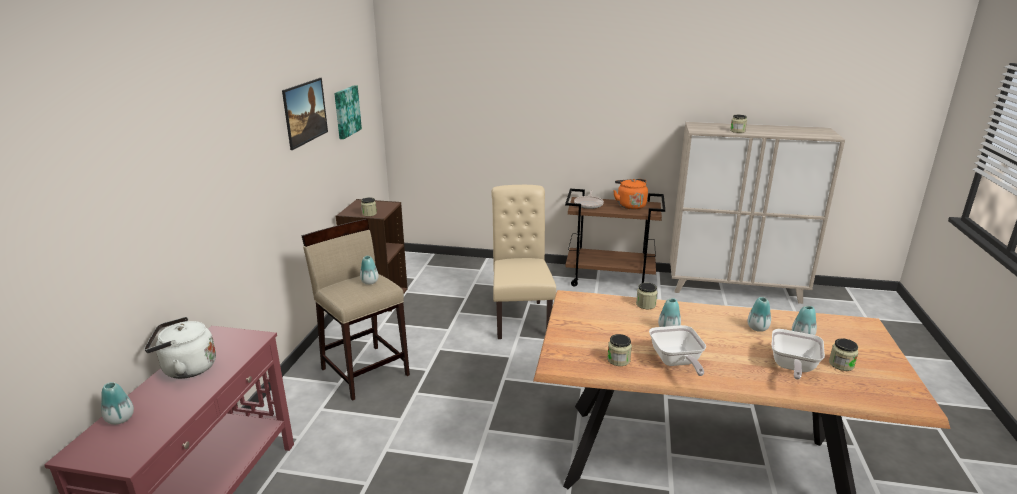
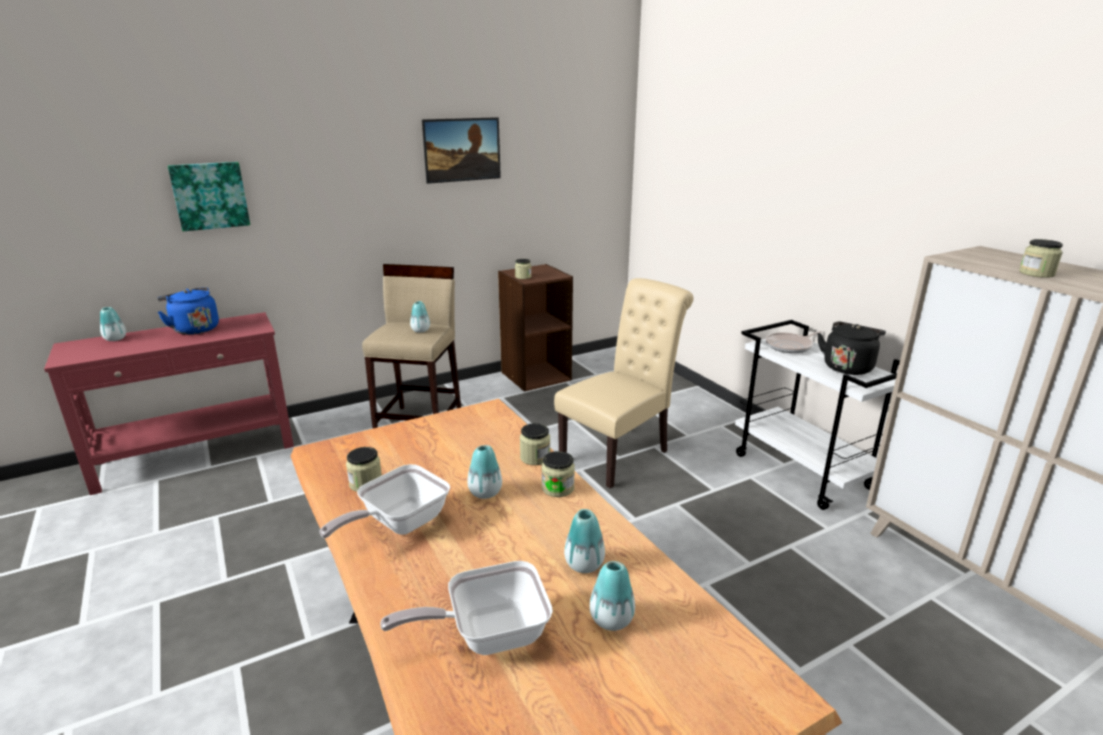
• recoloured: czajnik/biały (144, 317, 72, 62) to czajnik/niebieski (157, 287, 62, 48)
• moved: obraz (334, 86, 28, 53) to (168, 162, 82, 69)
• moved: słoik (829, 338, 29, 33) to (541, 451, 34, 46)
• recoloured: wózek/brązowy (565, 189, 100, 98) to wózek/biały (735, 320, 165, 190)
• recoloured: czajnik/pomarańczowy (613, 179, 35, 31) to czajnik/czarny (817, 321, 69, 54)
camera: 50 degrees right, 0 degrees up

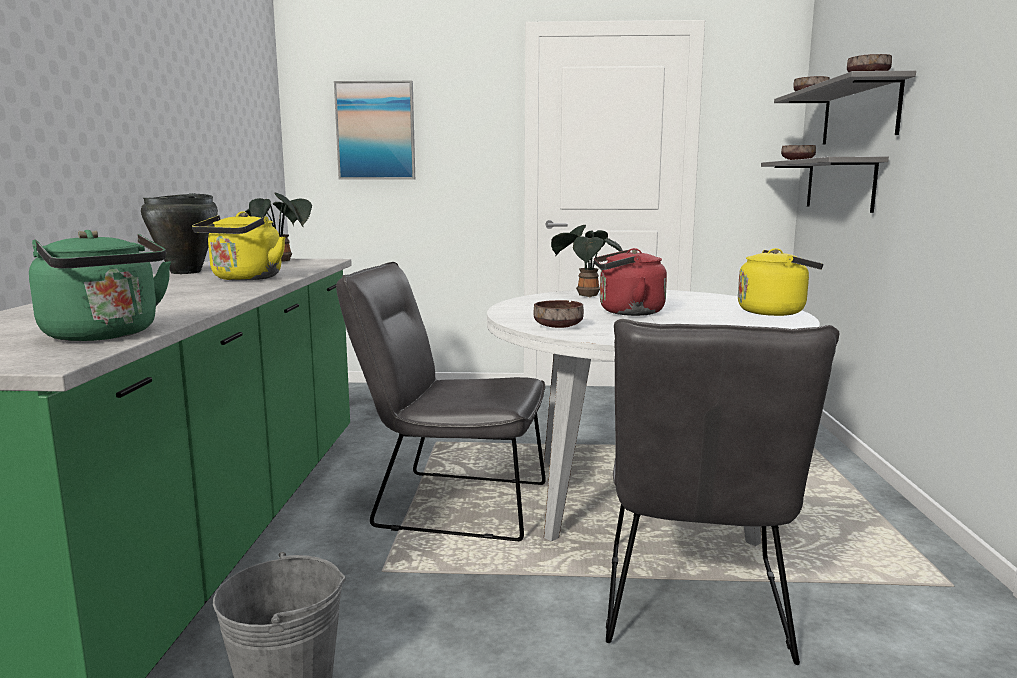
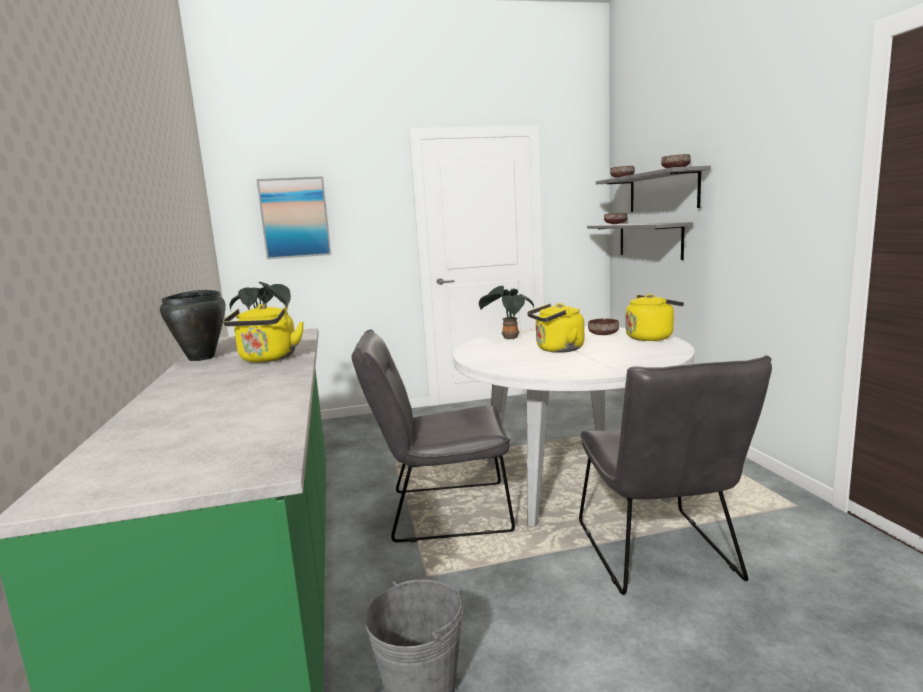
• recoloured: czajnik/czerwony (594, 248, 73, 68) to czajnik/żółty (527, 303, 57, 50)
• moved: miska/brązowy (534, 300, 50, 28) to (588, 319, 31, 16)
• removed: czajnik/zielony (29, 230, 142, 111)
camera: 15 degrees left, 0 degrees up

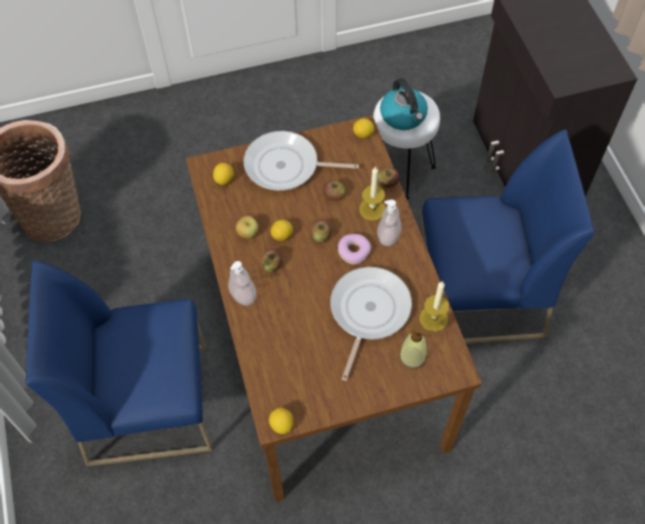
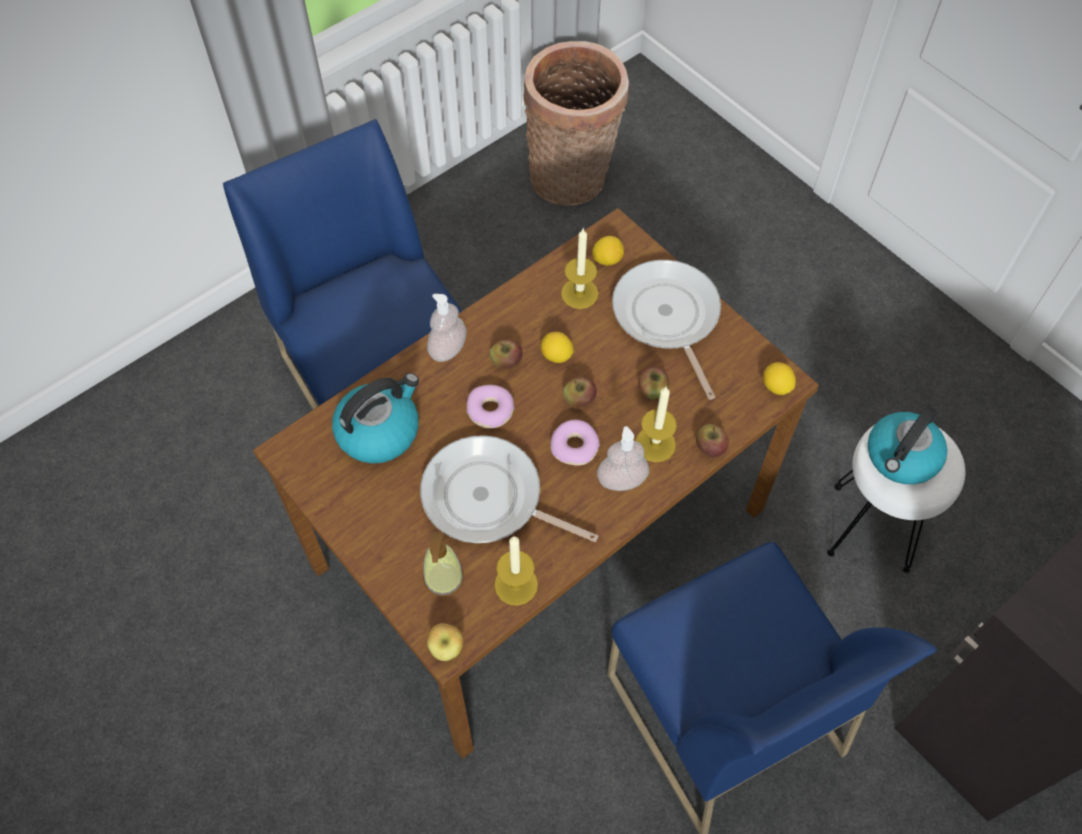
• added: czajnik (332, 373, 87, 90)
• turned: patelnia (330, 267, 82, 114) = (420, 435, 178, 108) 150 degrees counterclockwise
• moved: jabłko (236, 216, 22, 22) to (427, 623, 37, 38)
• added: donut (467, 385, 48, 44)
• added: świeca (561, 229, 38, 80)
• removed: cytryna (269, 408, 24, 26)
camera: 65 degrees right, 0 degrees up

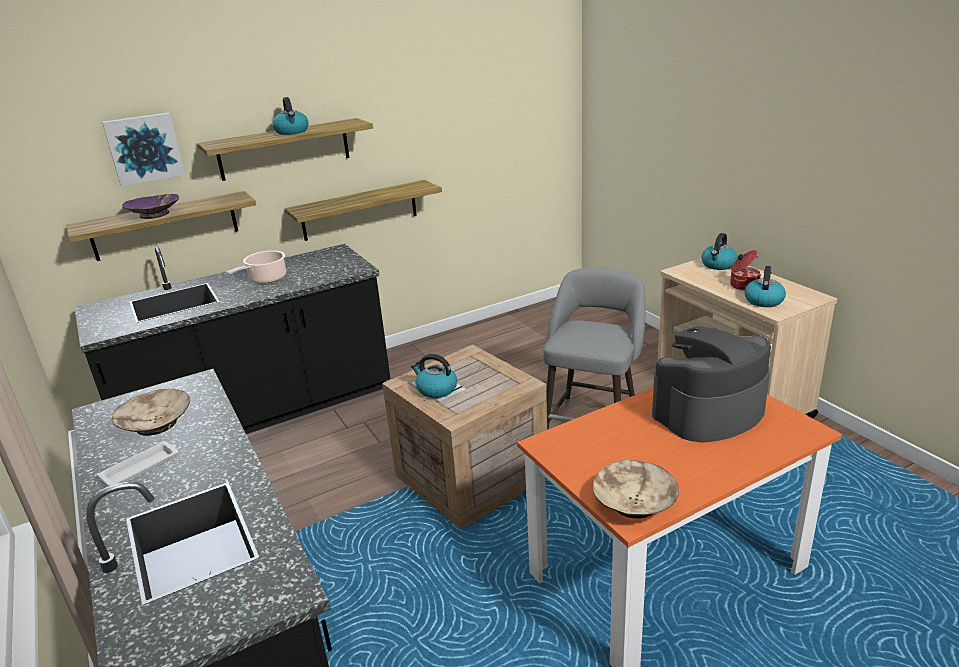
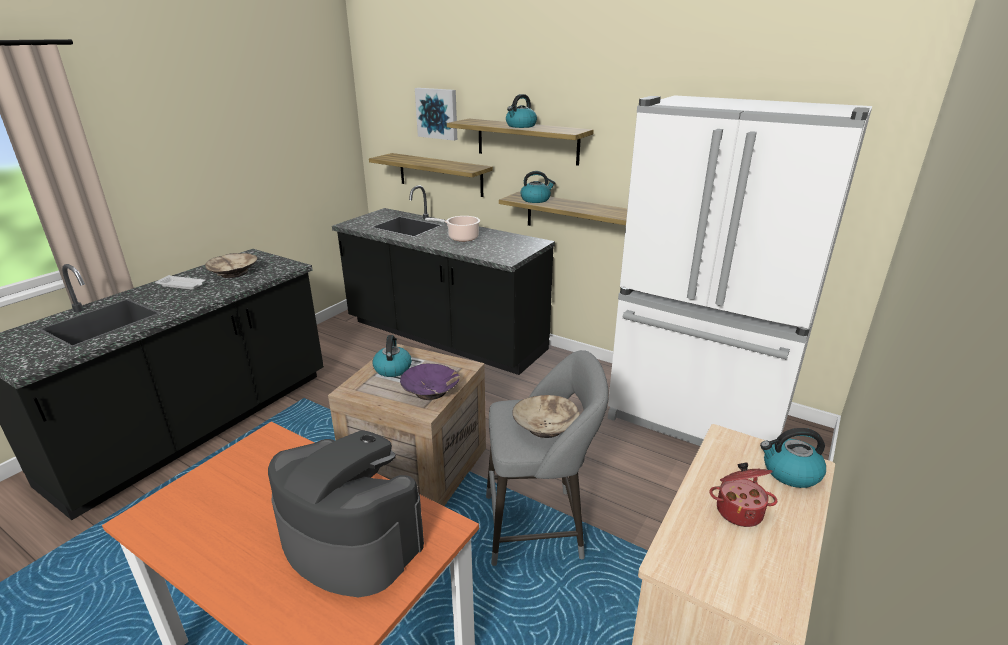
• moved: miska/fioletowy (122, 194, 57, 25) to (400, 363, 60, 37)
• moved: miska/beżowy (593, 460, 86, 59) to (513, 395, 67, 43)
• moved: czajnik (744, 266, 42, 41) to (521, 171, 34, 32)
• added: lodówka/biały (607, 95, 265, 351)
camera: 60 degrees right, 0 degrees up

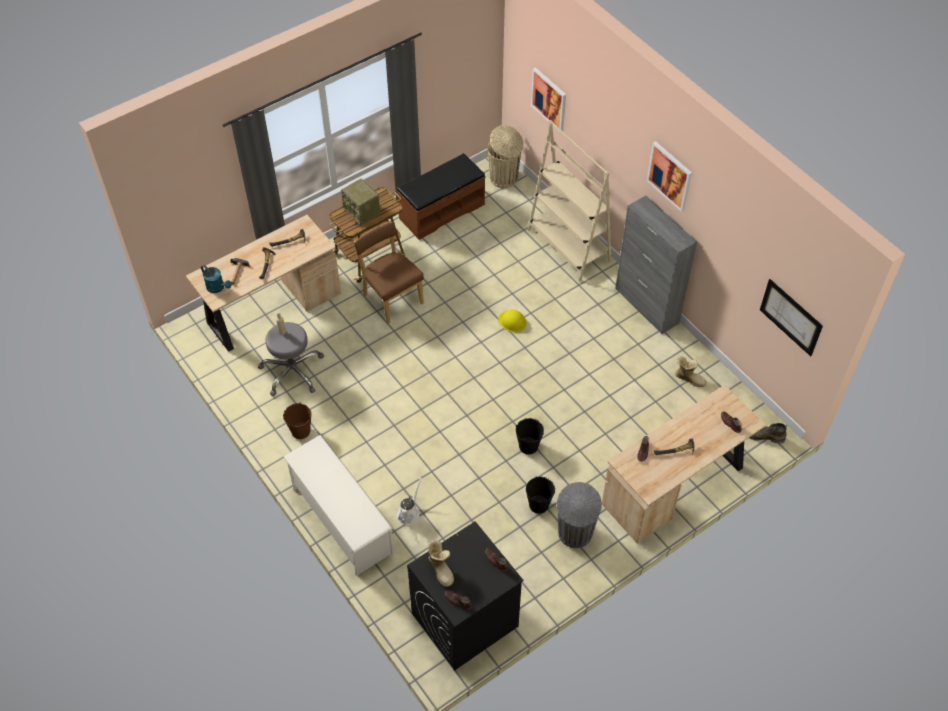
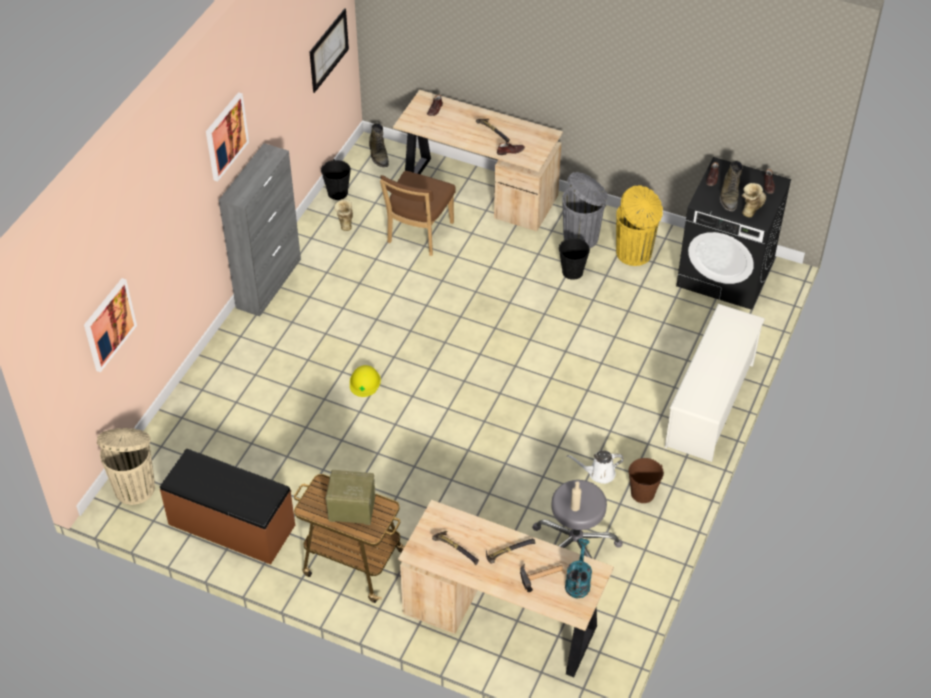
• moved: wiadro/czarny (516, 418, 28, 36) to (321, 159, 30, 41)
• turned: radio (341, 178, 39, 48) = (326, 470, 50, 55) 105 degrees counterclockwise
• moved: krzesło/brązowy (354, 222, 70, 102) to (380, 171, 76, 85)
• moved: konewka/biały (397, 477, 25, 48) to (567, 450, 56, 34)
• added: kosz na śmieci/żółty (616, 185, 47, 81)
• added: but z cholewką/zielony (720, 160, 23, 51)
• removed: regał/beżowy (528, 120, 84, 162)
camera: 120 degrees left, 5 degrees down

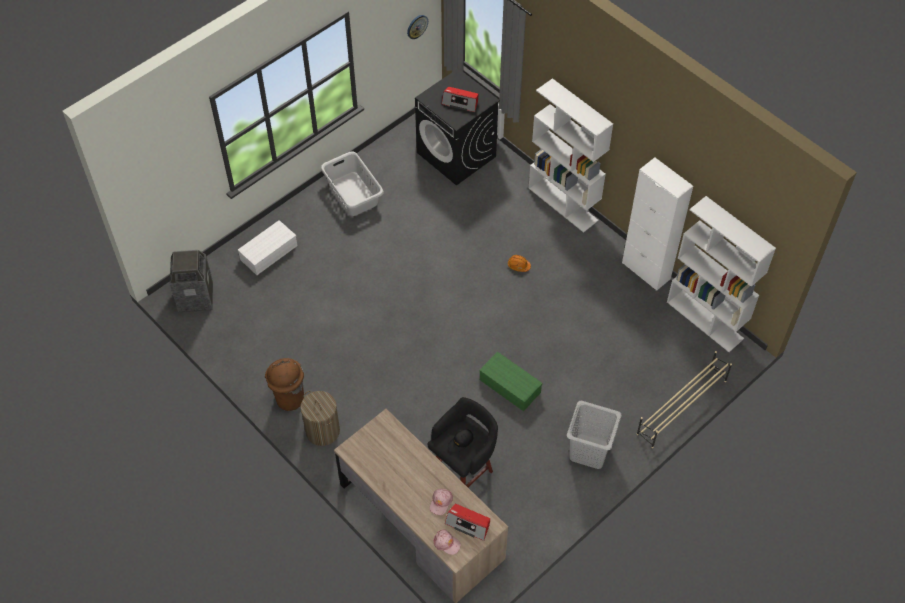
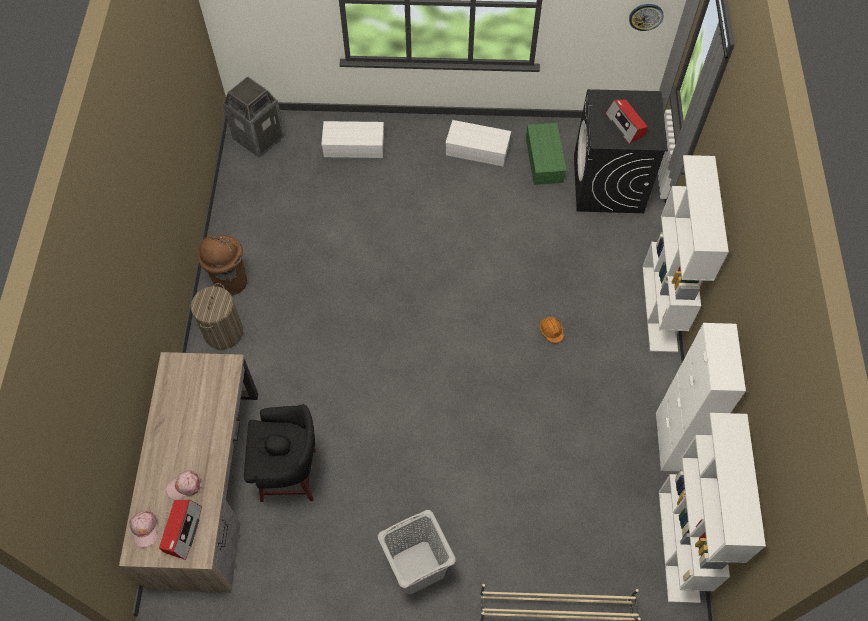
• turned: radio (445, 504, 45, 37) = (159, 499, 43, 61) 150 degrees counterclockwise
• replaced: kosz na pranie/szary (321, 151, 63, 65) to pojemnik do przechowywania/biały (445, 120, 66, 46)
• moved: pojemnik do przechowywania/zielony (479, 351, 64, 60) to (526, 123, 40, 62)
camera: 45 degrees right, 5 degrees up

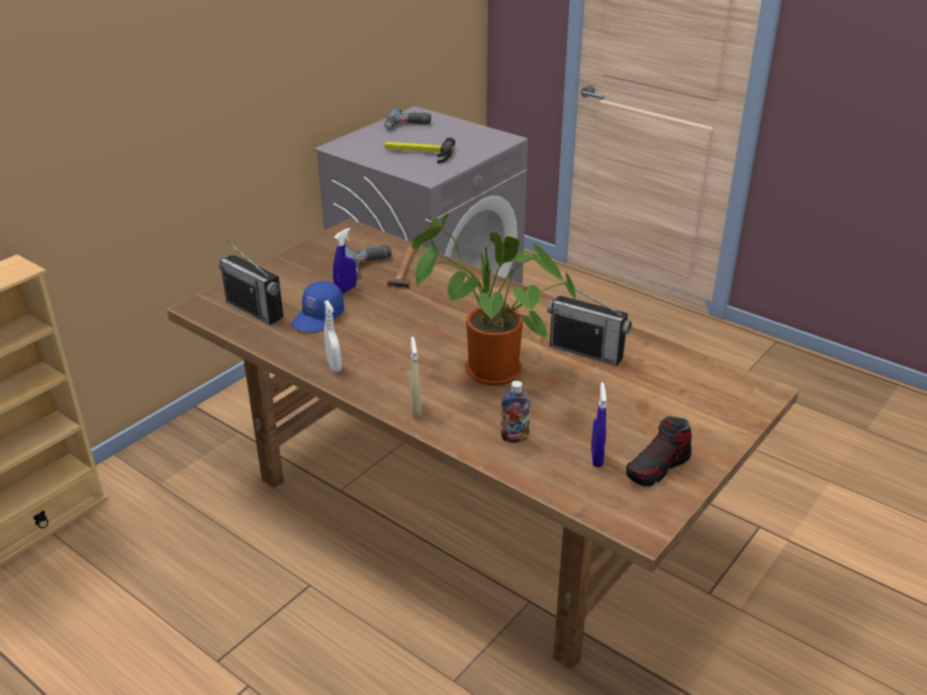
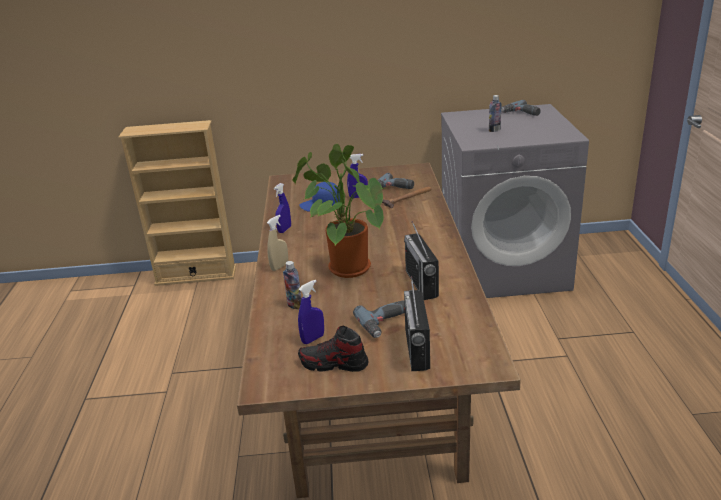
• recoloured: spryskiwacz/biały (324, 300, 18, 72) to spryskiwacz/niebieski (274, 183, 17, 50)
• added: wiertarka (353, 301, 52, 37)
• moved: radio (218, 241, 65, 84) to (404, 276, 26, 95)
• replaced: młotek (385, 137, 70, 26) to butelka (489, 95, 13, 37)
camera: 50 degrees right, 5 degrees down

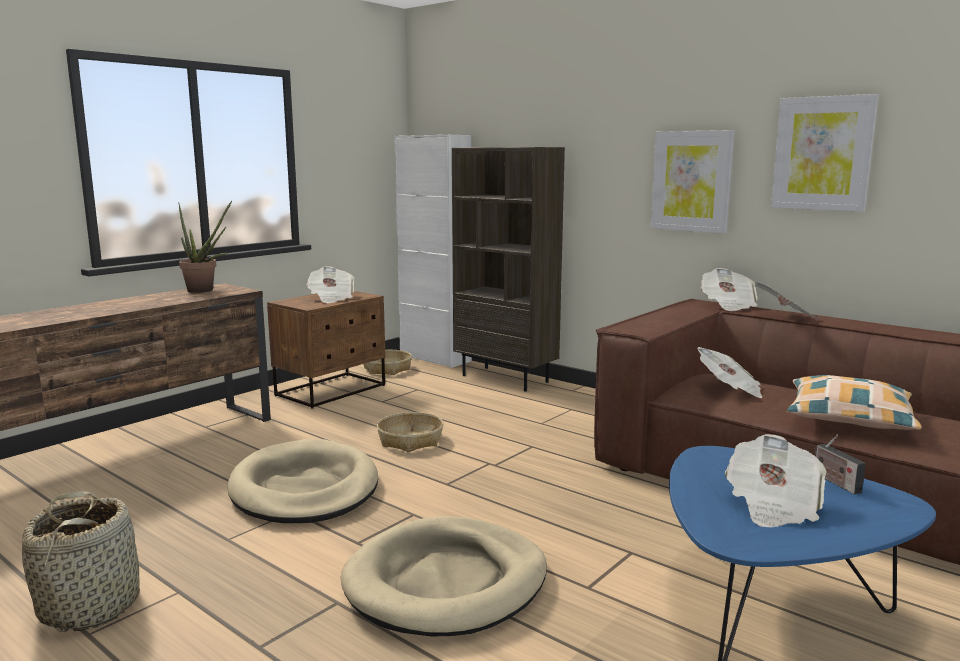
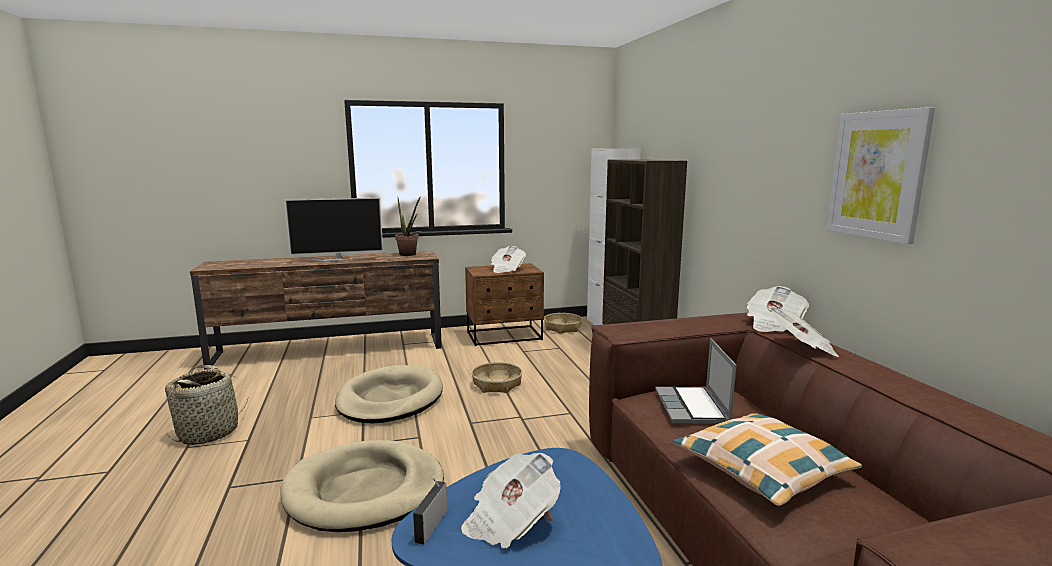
• added: telewizor (285, 198, 98, 63)
• moved: radio (815, 435, 51, 60) to (413, 476, 34, 69)
• replaced: gazeta (697, 347, 65, 51) to laptop (655, 338, 81, 86)
• removed: obraz (651, 130, 83, 104)
camera: 35 degrees right, 0 degrees up

